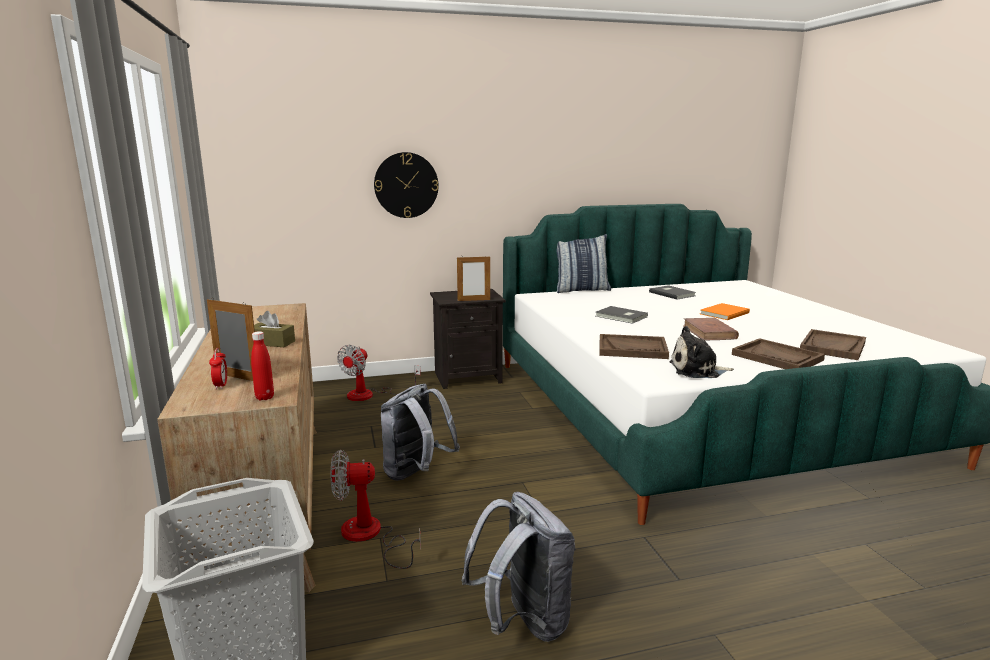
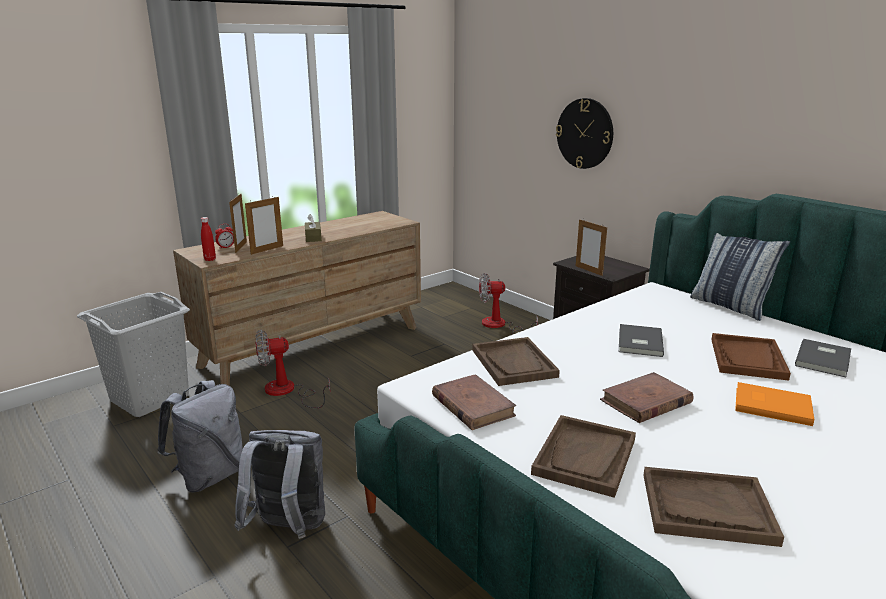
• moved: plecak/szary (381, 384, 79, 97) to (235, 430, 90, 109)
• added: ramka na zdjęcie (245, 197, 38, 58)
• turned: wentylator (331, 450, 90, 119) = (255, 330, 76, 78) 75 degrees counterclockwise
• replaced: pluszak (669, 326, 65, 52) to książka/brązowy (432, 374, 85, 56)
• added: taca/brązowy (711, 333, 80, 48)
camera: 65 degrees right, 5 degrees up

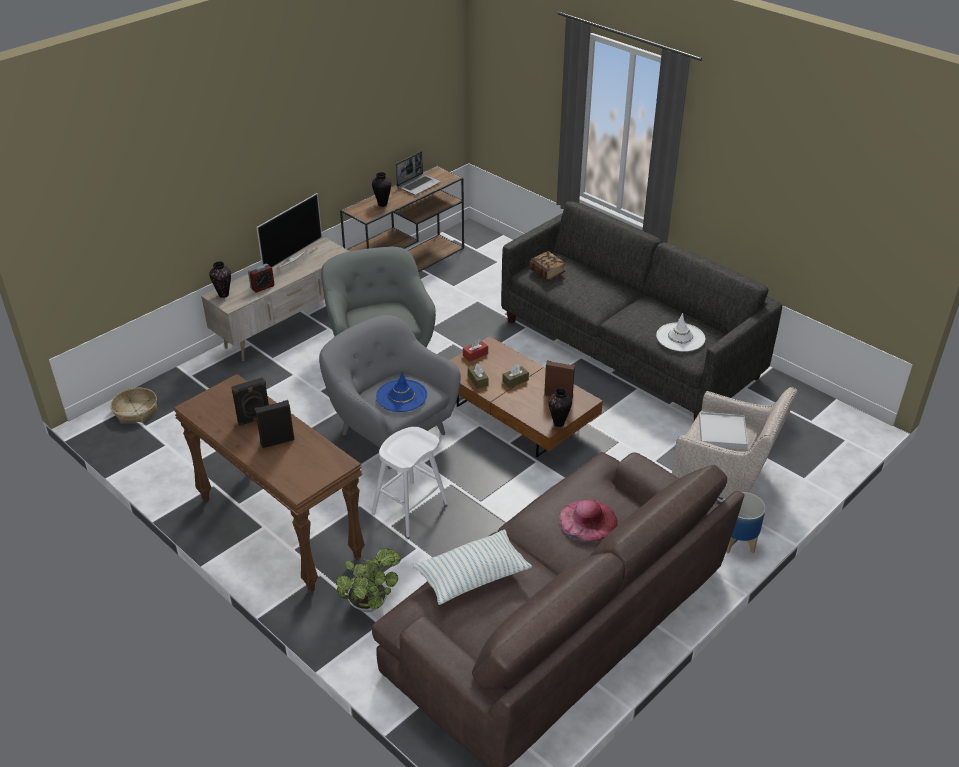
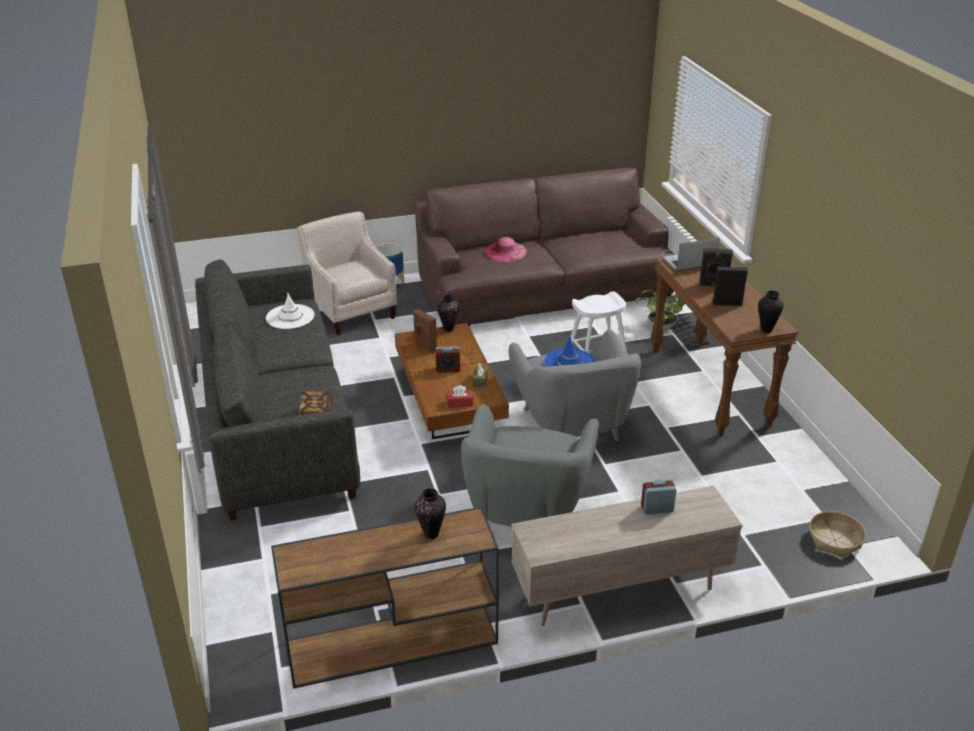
• replaced: pudełko chusteczek/brązowy (502, 364, 27, 24) to budzik (435, 346, 25, 27)
• moved: laptop (395, 151, 46, 44) to (663, 238, 57, 34)
• moved: wazon (209, 261, 22, 37) to (758, 290, 26, 43)
• removed: telewizor (256, 193, 66, 76)
• removed: poduszka (413, 530, 119, 75)
• removed: taca/biały (699, 412, 49, 37)
camera: 150 degrees left, 5 degrees down

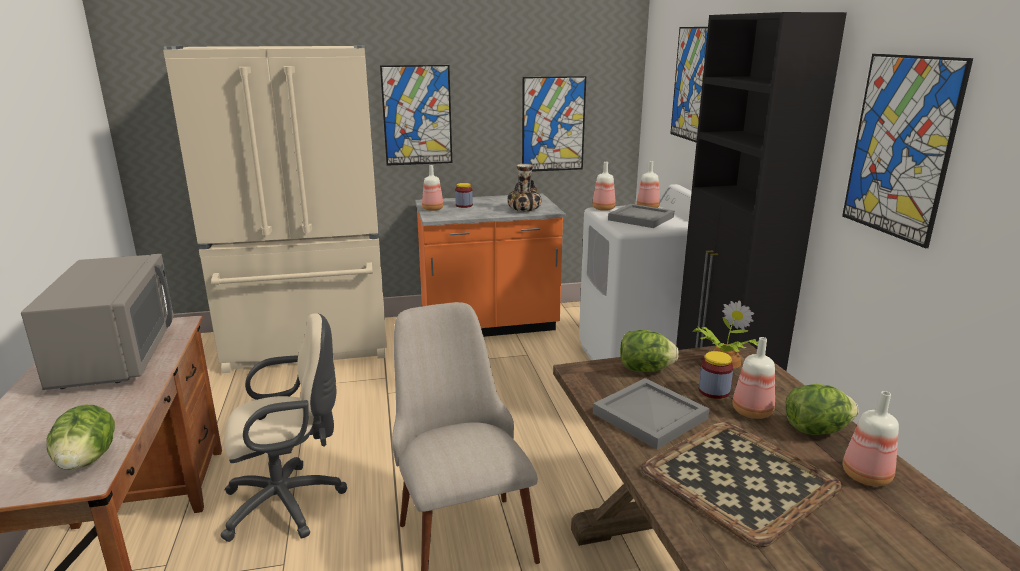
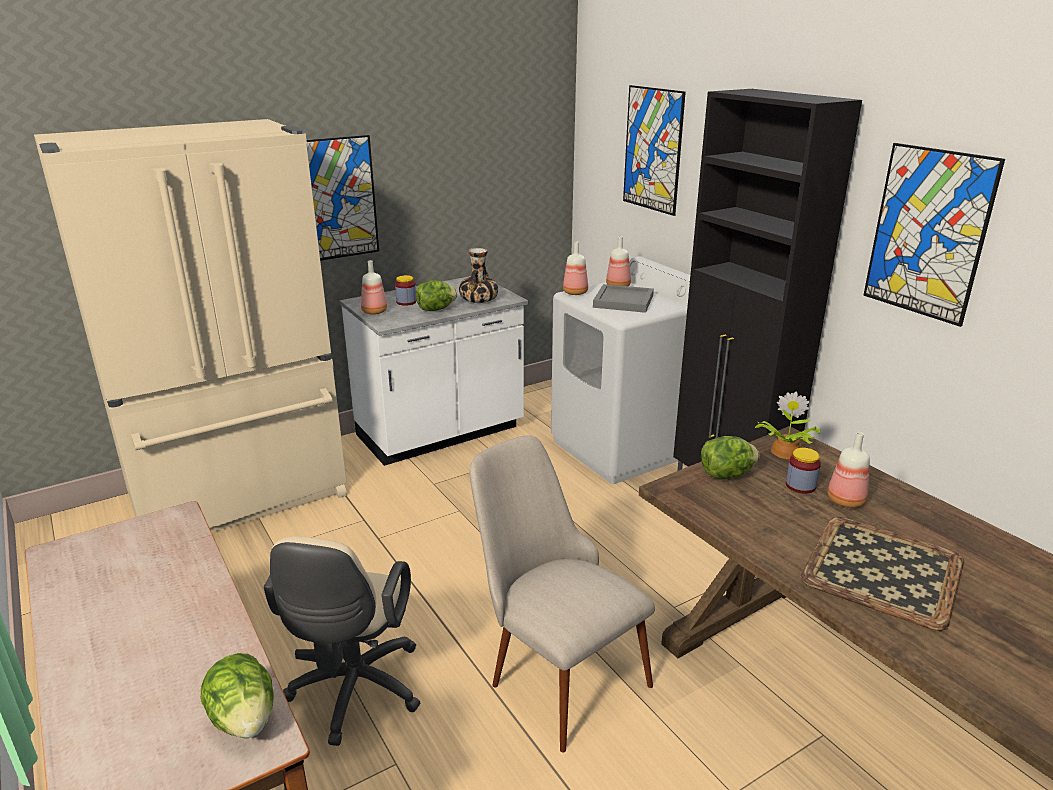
• turned: krzesło biurowe/beżowy (220, 314, 127, 228) = (264, 536, 156, 210) 135 degrees clockwise
• recoloured: zabudowa kuchenna/pomarańczowy (415, 194, 151, 143) to zabudowa kuchenna/biały (340, 276, 188, 190)
• moved: sałata (785, 384, 74, 51) to (416, 280, 41, 31)
• removed: mikrofalówka/szary (21, 254, 153, 136)
• removed: obraz (522, 76, 64, 96)
• removed: taca/szary (593, 378, 116, 71)
• removed: butelka (843, 391, 56, 95)
camera: 20 degrees left, 5 degrees up

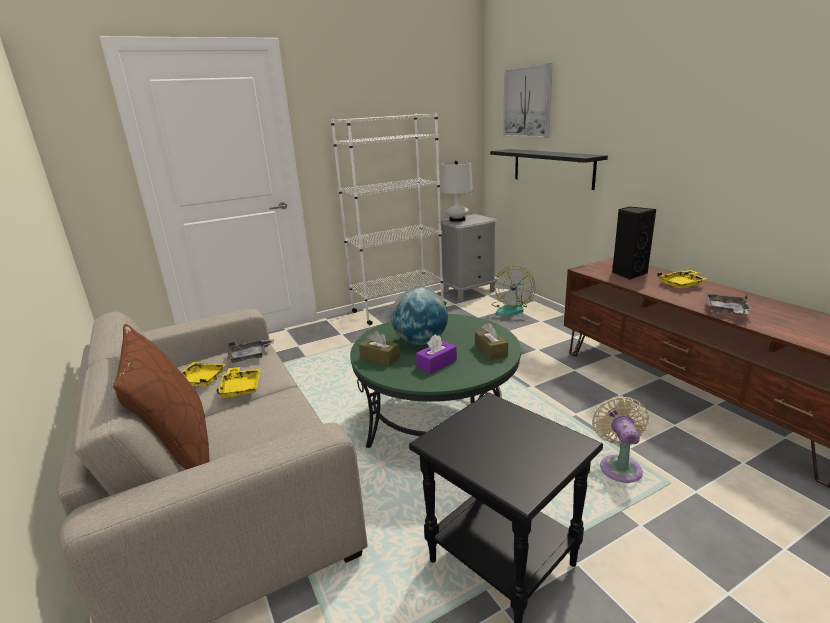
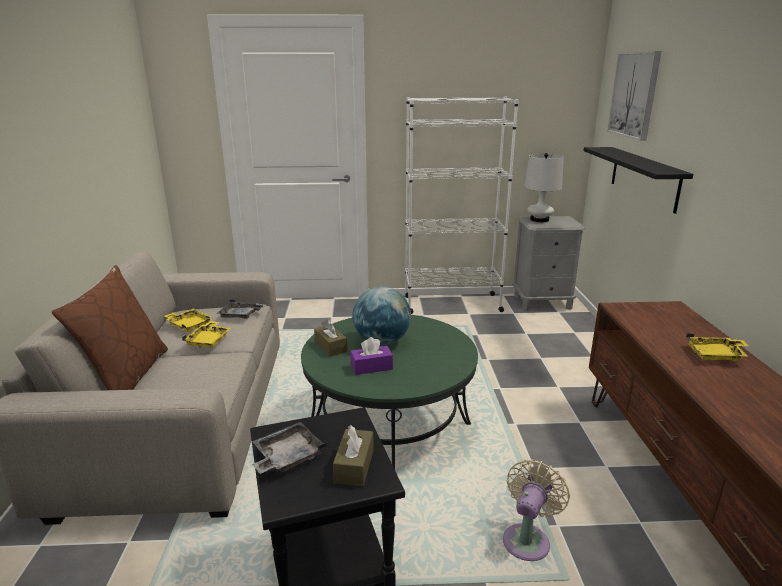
• moved: taca/szary (706, 294, 45, 21) to (252, 422, 75, 52)
• moved: pudełko chusteczek/brązowy (475, 323, 33, 38) to (333, 425, 41, 61)
• removed: wentylator (491, 266, 44, 50)
• removed: głośnik/czarny (612, 206, 44, 74)
camera: 25 degrees right, 0 degrees up

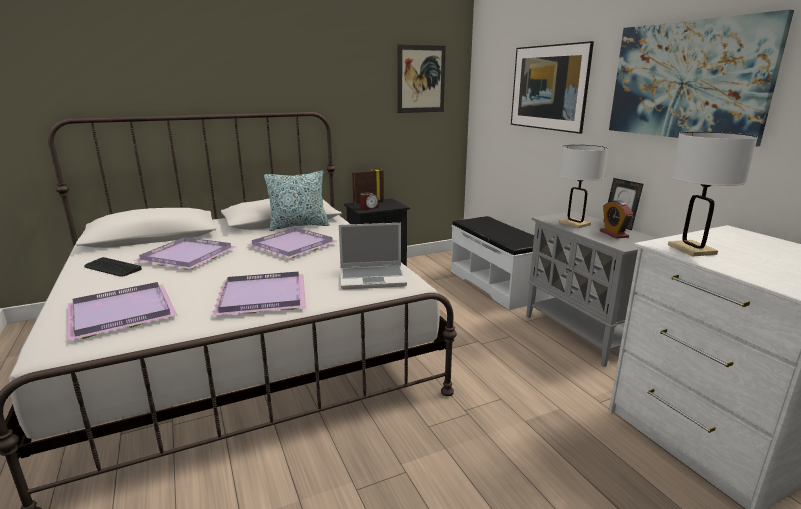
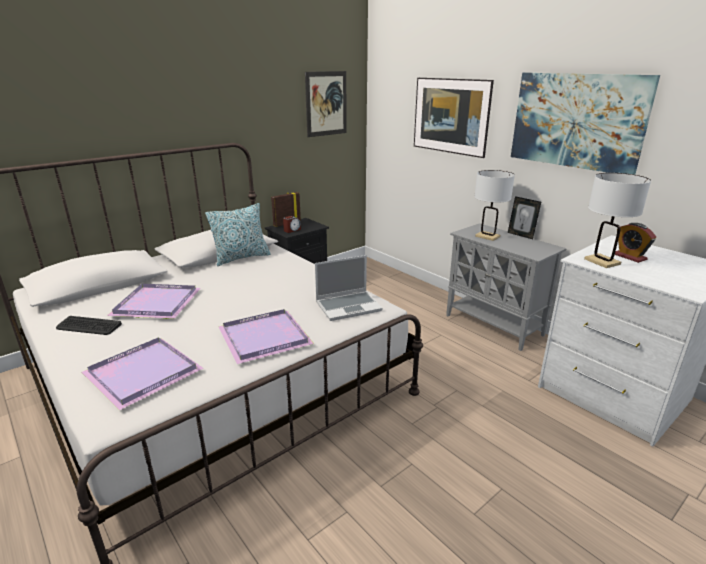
• moved: budzik (600, 200, 33, 39) to (615, 223, 41, 40)
• removed: taca/fioletowy (247, 227, 90, 32)
• removed: ławka/biały (451, 216, 98, 94)
camera: 15 degrees left, 5 degrees up

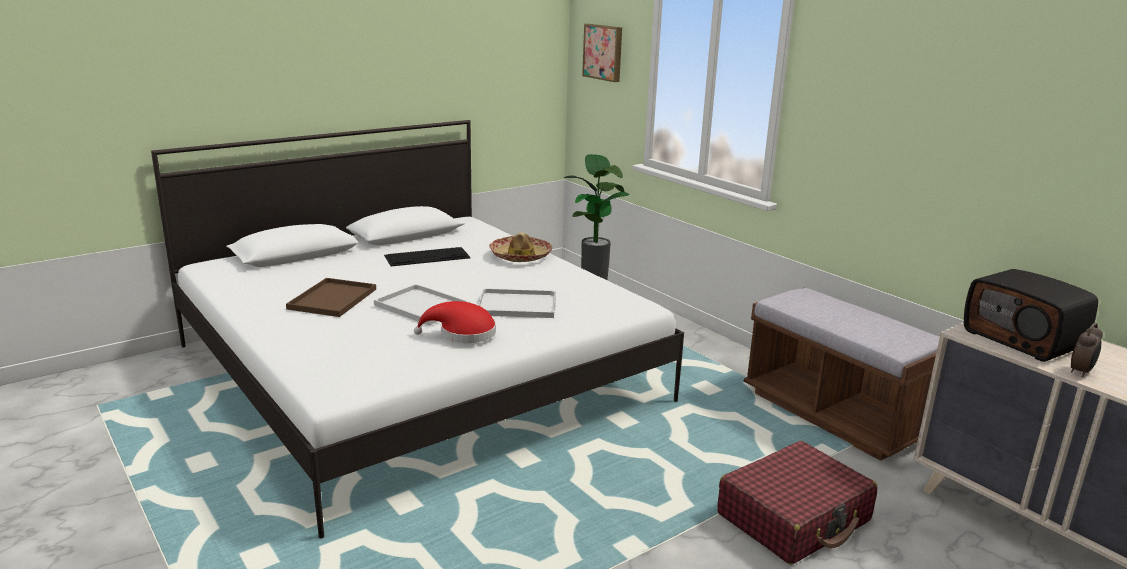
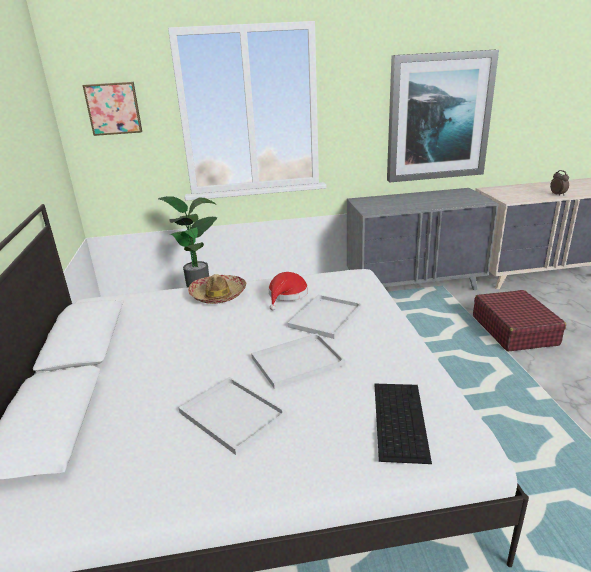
• recoloured: taca/brązowy (286, 278, 90, 39) to taca/biały (179, 377, 108, 78)
• moved: kapelusz/czerwony (414, 301, 82, 42) to (268, 272, 40, 38)
• replaced: ławka/brązowy (743, 287, 197, 174) to komoda/szary (347, 188, 152, 102)
• moved: klawiatura (384, 247, 87, 19) to (374, 384, 58, 80)
• added: obraz (387, 50, 112, 132)
• removed: radio (964, 269, 134, 93)
camera: 60 degrees left, 5 degrees up

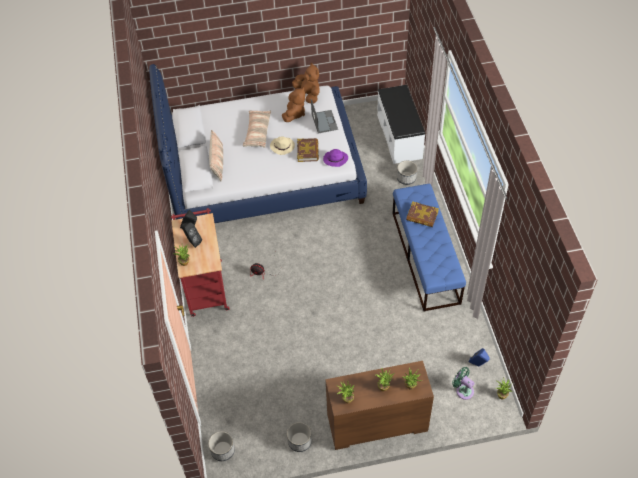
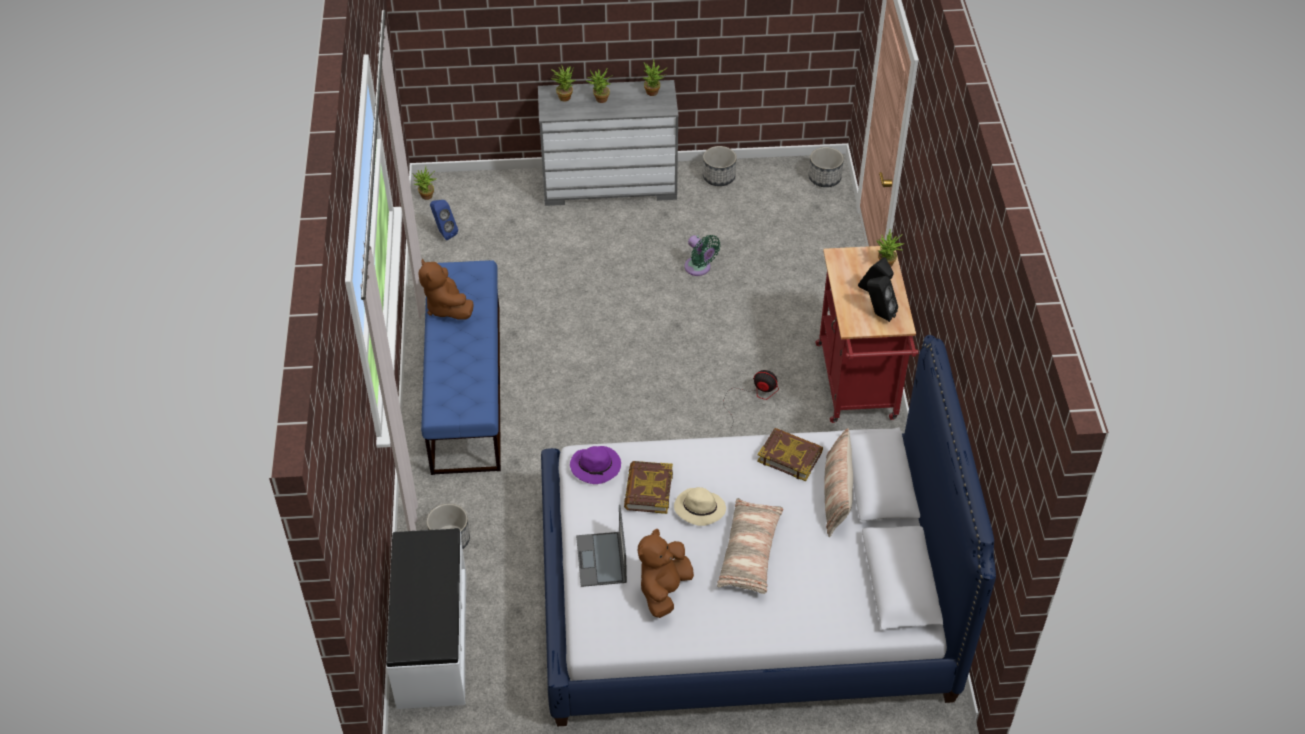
• moved: pluszak/brązowy (292, 63, 28, 41) to (418, 259, 56, 61)
• recoloured: komoda/brązowy (325, 361, 109, 89) to komoda/szary (538, 80, 141, 126)
• moved: wentylator/zielony (452, 367, 23, 33) to (684, 235, 37, 41)
• moved: książka (406, 202, 33, 25) to (757, 428, 66, 53)
camera: 175 degrees left, 5 degrees down

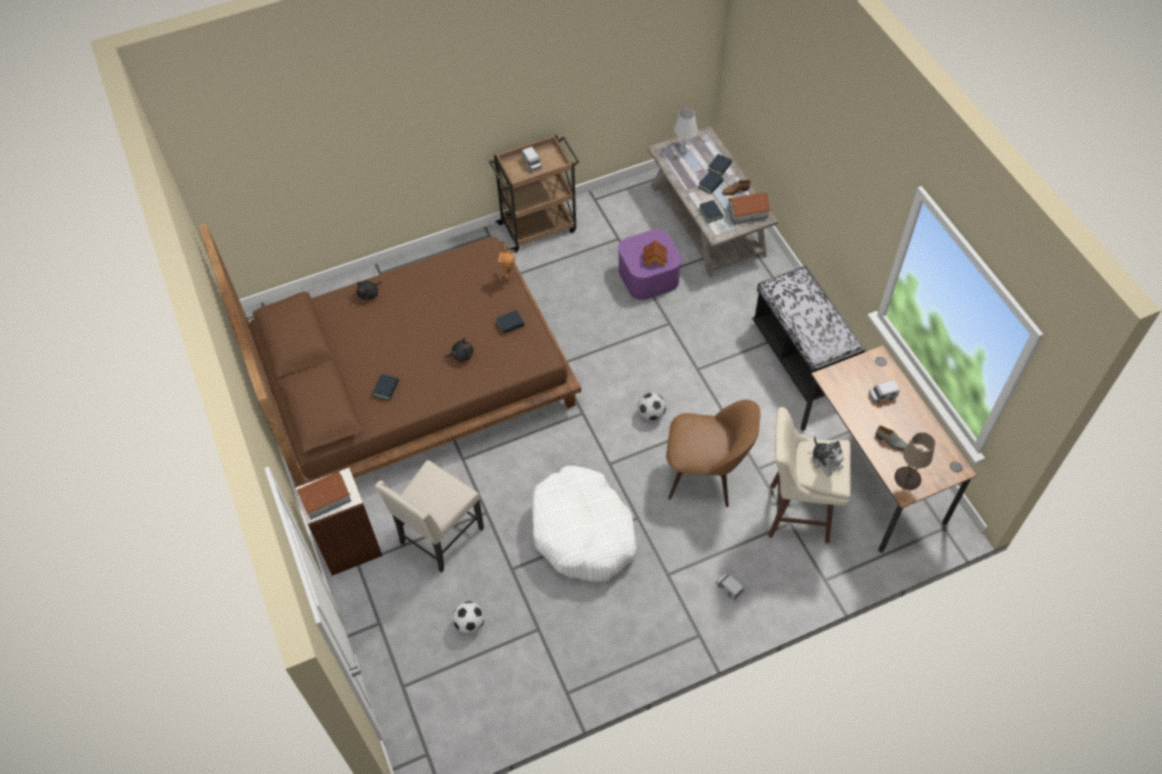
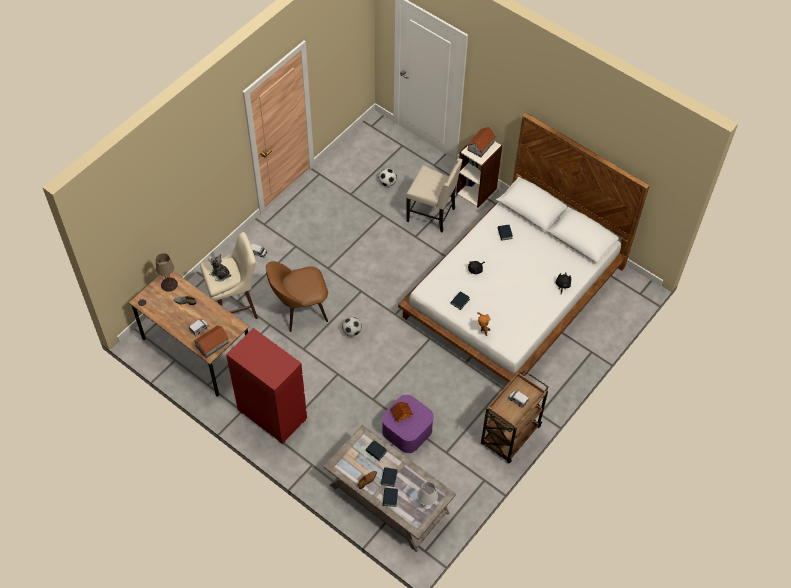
• moved: domek (727, 192, 44, 32) to (193, 325, 36, 33)
• replaced: ławka/czarny (752, 266, 114, 136) to komoda/czerwony (226, 328, 81, 117)
• recoloured: łóżko/brązowy (198, 224, 383, 261) to łóżko/biały (398, 113, 252, 270)
• turned: krzesło/beżowy (375, 460, 109, 113) = (406, 158, 57, 74) 105 degrees clockwise
• removed: legowisko/biały (532, 466, 105, 116)
camera: 150 degrees right, 0 degrees up

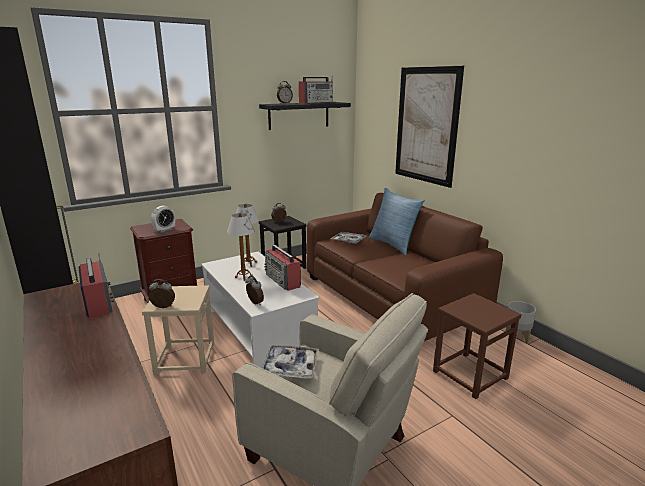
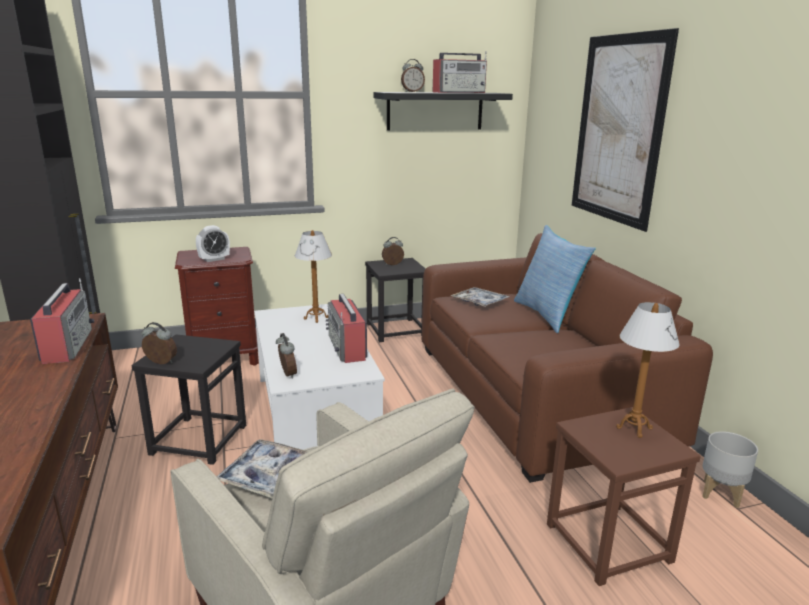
• recoloured: stołek/beżowy (142, 285, 72, 90) to stołek/czarny (132, 335, 114, 130)
• moved: lampa stołowa (227, 213, 28, 68) to (616, 302, 64, 136)
camera: 15 degrees right, 0 degrees up

